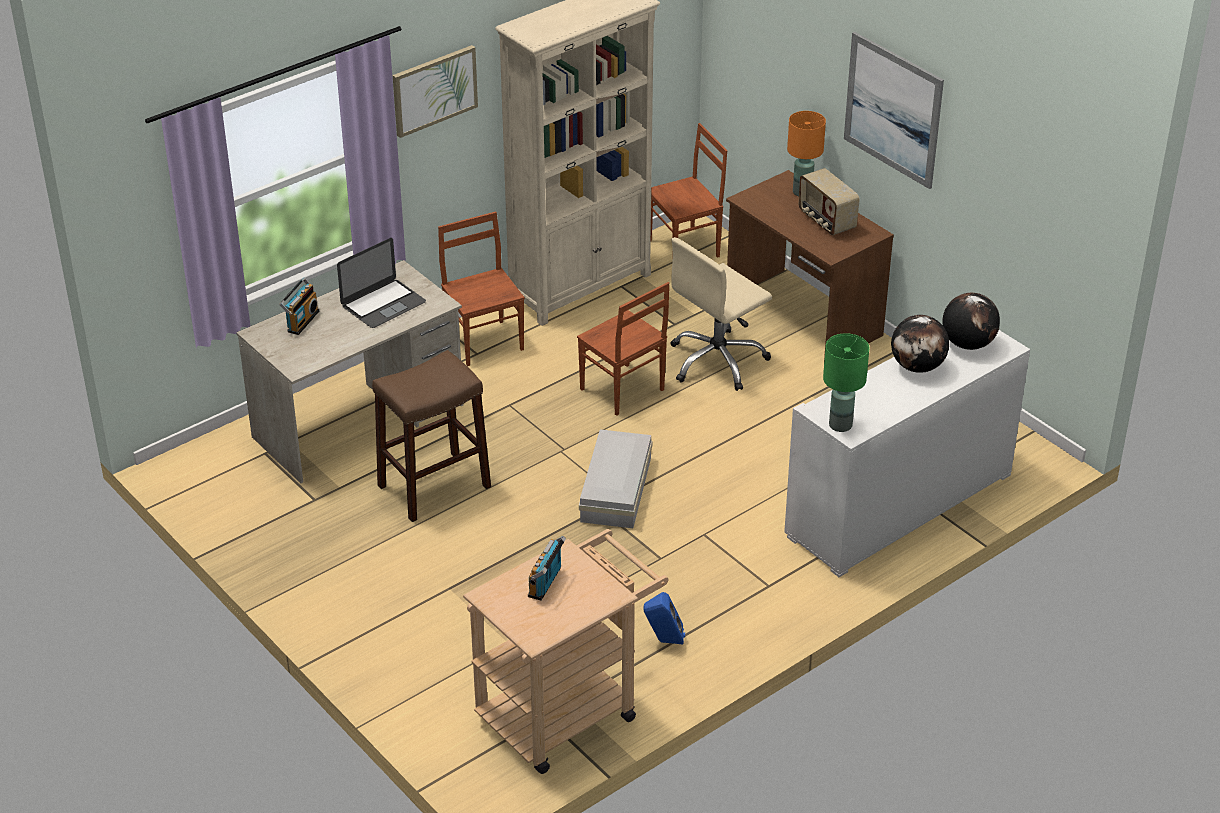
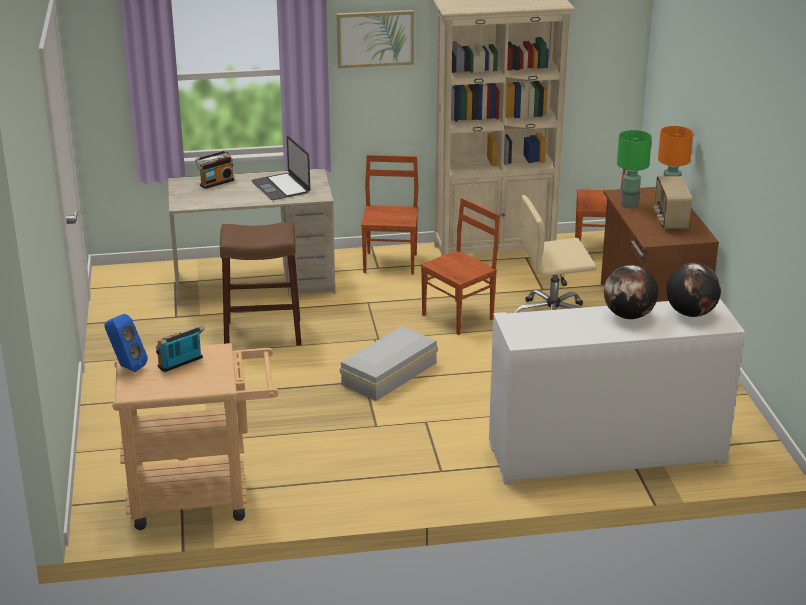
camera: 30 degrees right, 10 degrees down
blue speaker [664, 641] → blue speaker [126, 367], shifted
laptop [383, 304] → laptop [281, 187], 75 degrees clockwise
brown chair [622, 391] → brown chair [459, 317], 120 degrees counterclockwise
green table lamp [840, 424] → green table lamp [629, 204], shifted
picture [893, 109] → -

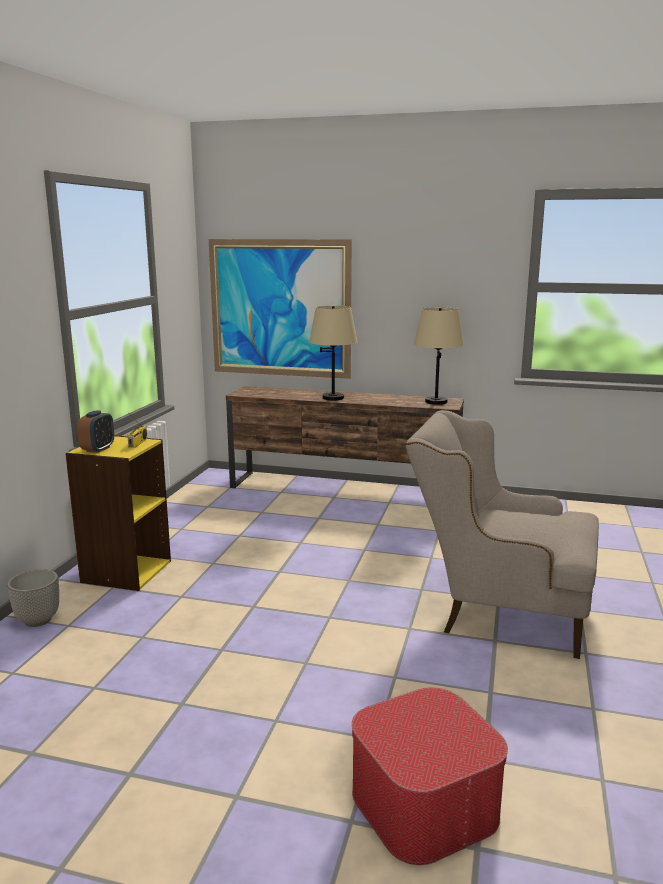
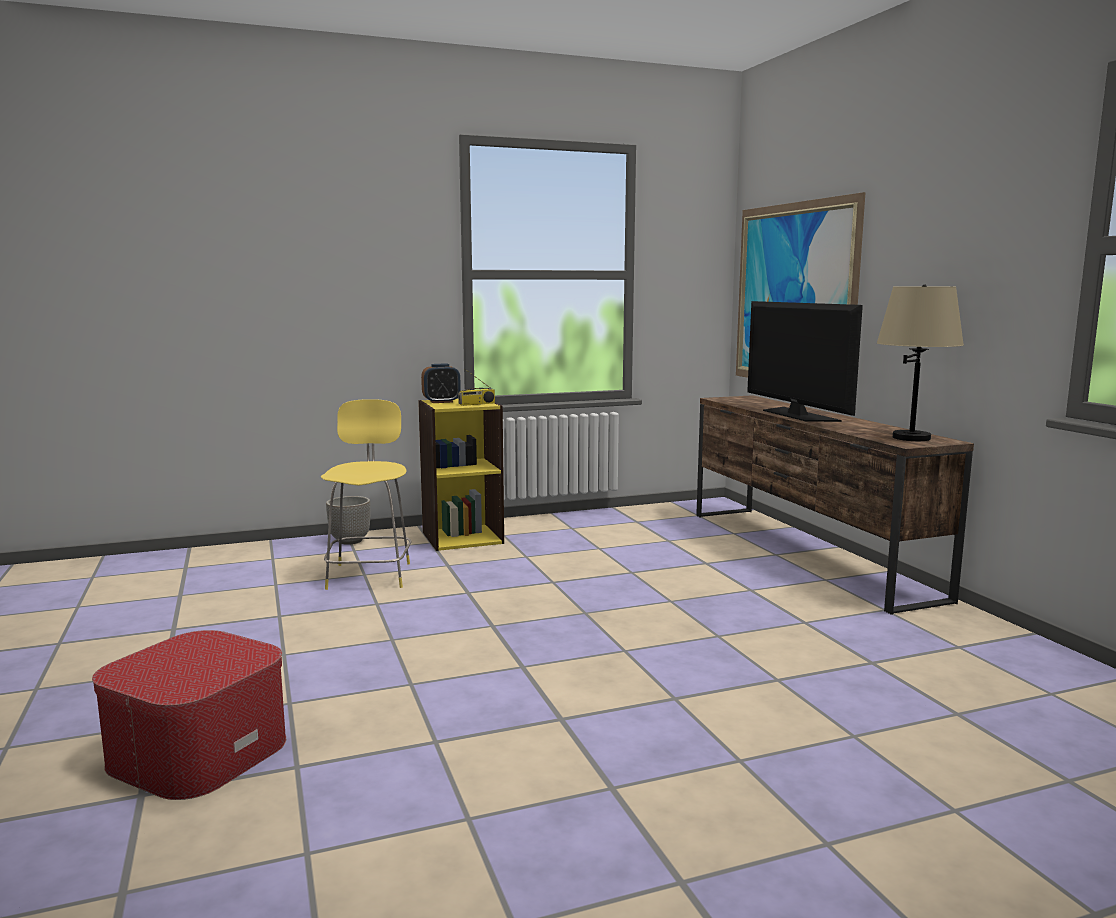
camera: 55 degrees right, 5 degrees down
- → yellow stool [370, 574]
beige table lamp [333, 398] → television [797, 415]
beige armchair [498, 611] → -

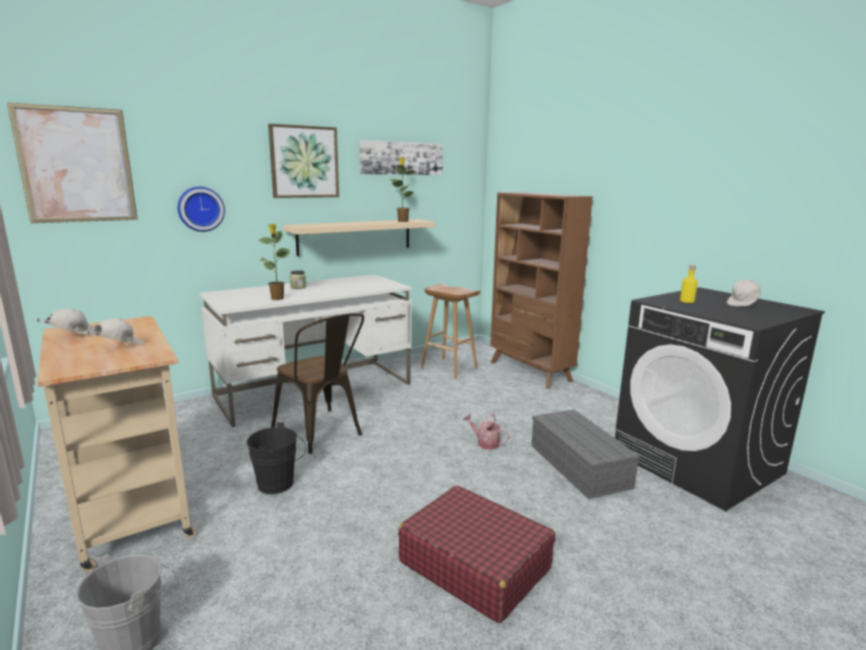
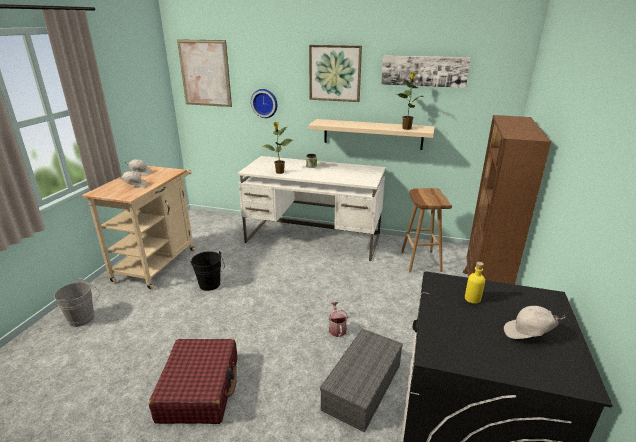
camera: 50 degrees right, 10 degrees up
brown chair [322, 433] → -

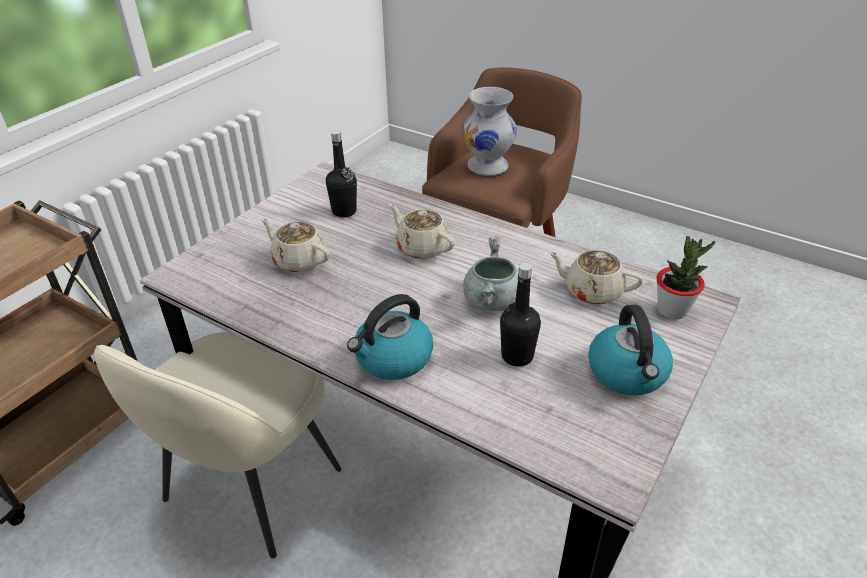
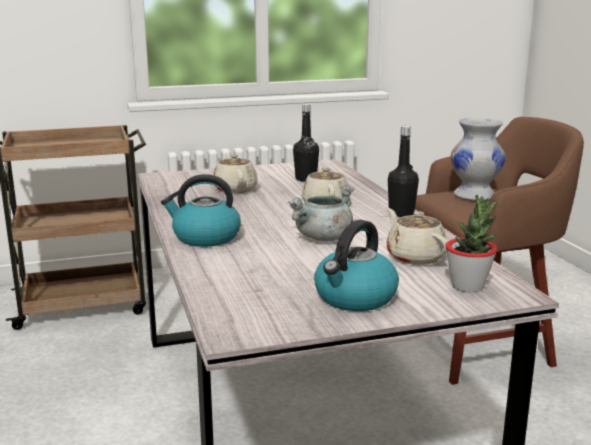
camera: 40 degrees right, 20 degrees down
black bottle [517, 356] → black bottle [401, 213], shifted
beige chair [249, 488] → -

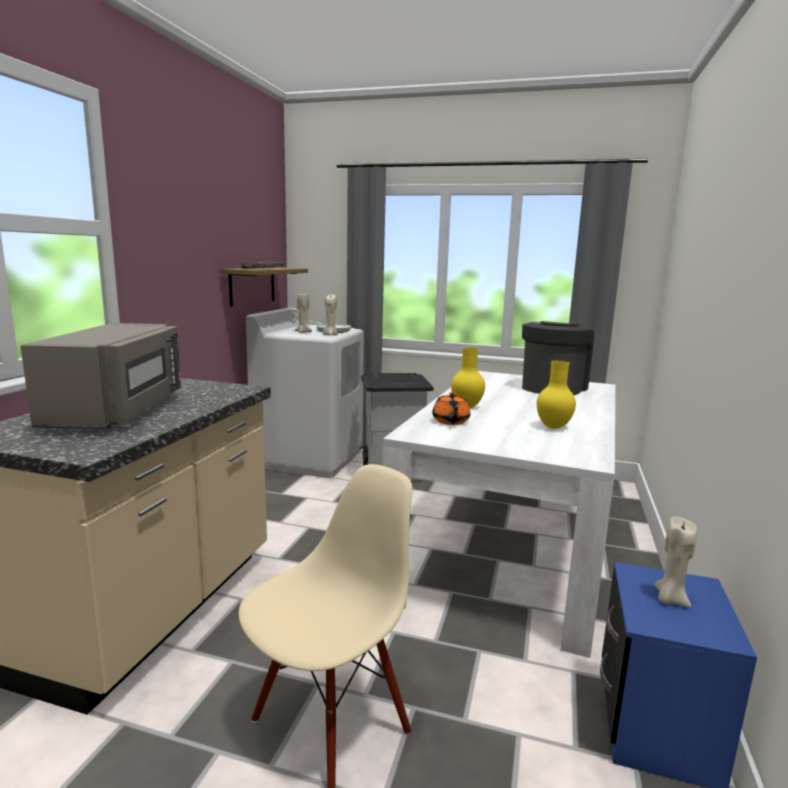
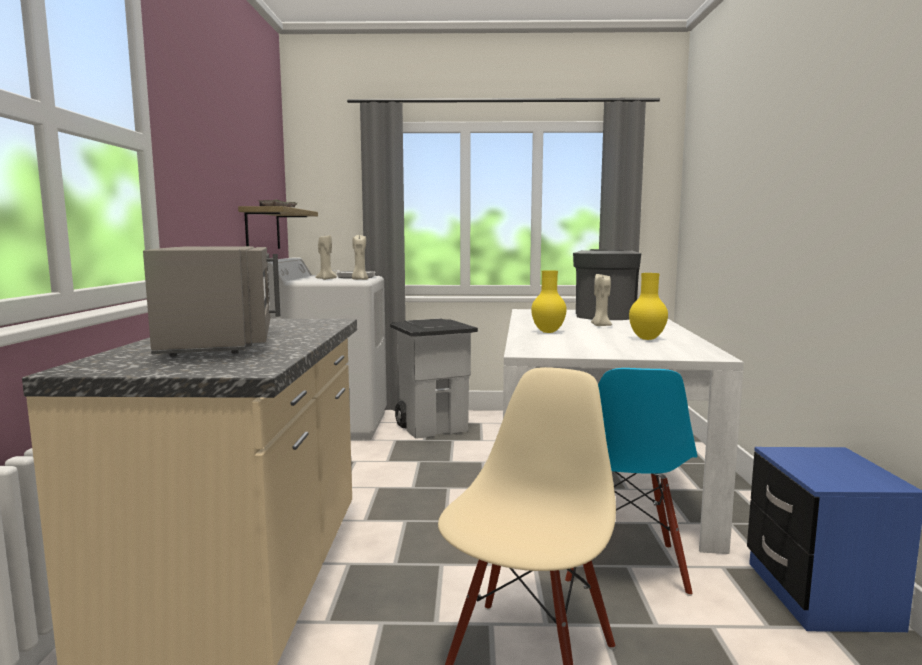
camera: 15 degrees left, 5 degrees down
- → blue chair [623, 565]
beige candle [670, 599] → beige candle [600, 326], shifted
orange teapot [450, 421] → -

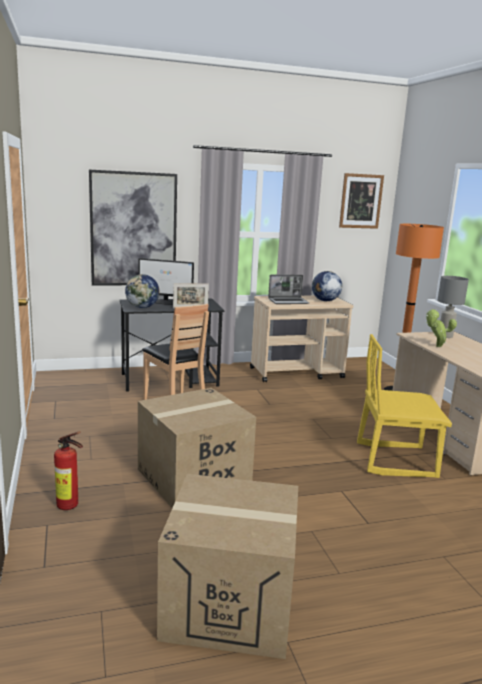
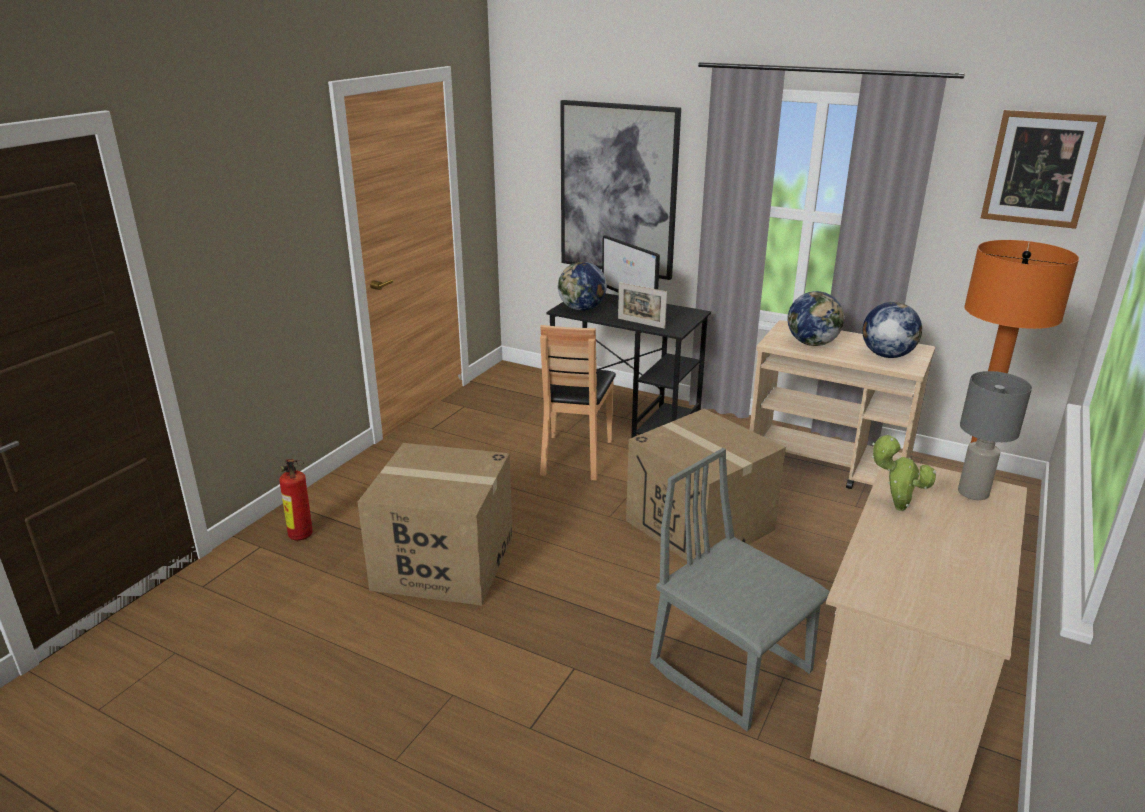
camera: 45 degrees right, 10 degrees up
cardboard box [230, 603] → cardboard box [700, 525], shifted
yellow chair [395, 460] → grey chair [731, 668]
laptop [288, 301] → globe [812, 343]

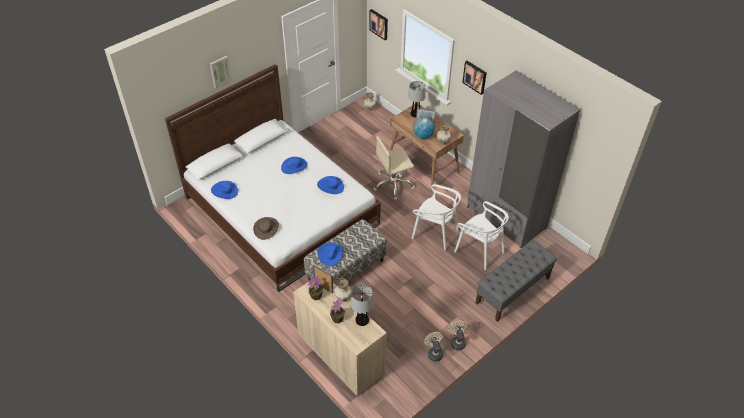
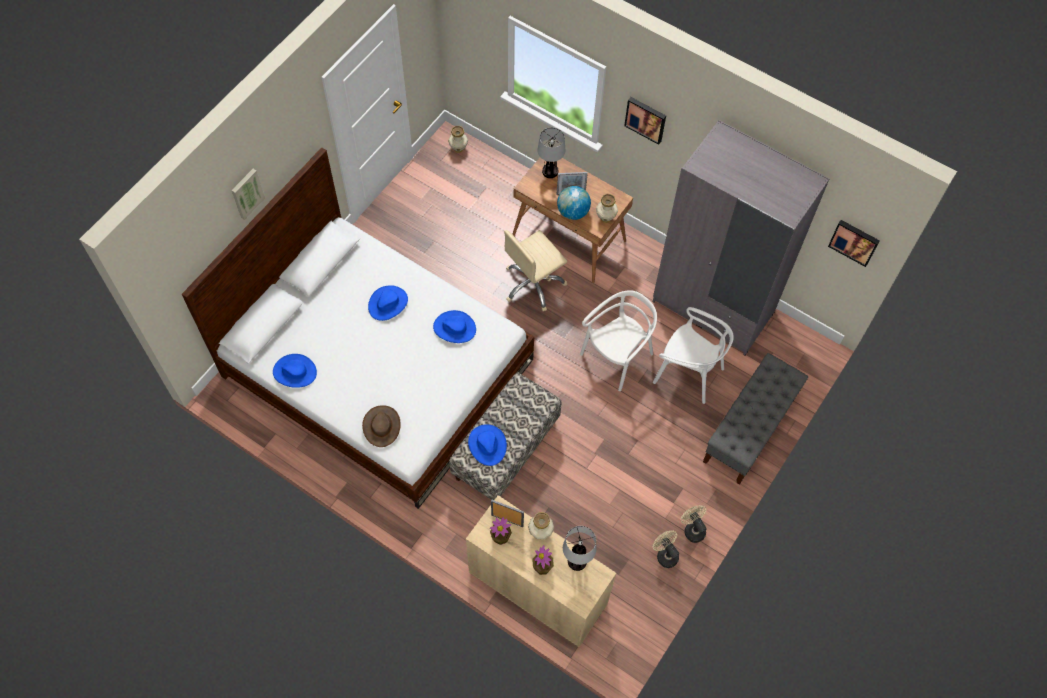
camera: 15 degrees left, 15 degrees up
white chair [435, 233] → white chair [617, 357], 60 degrees counterclockwise
picture [379, 24] → picture [854, 241], shifted

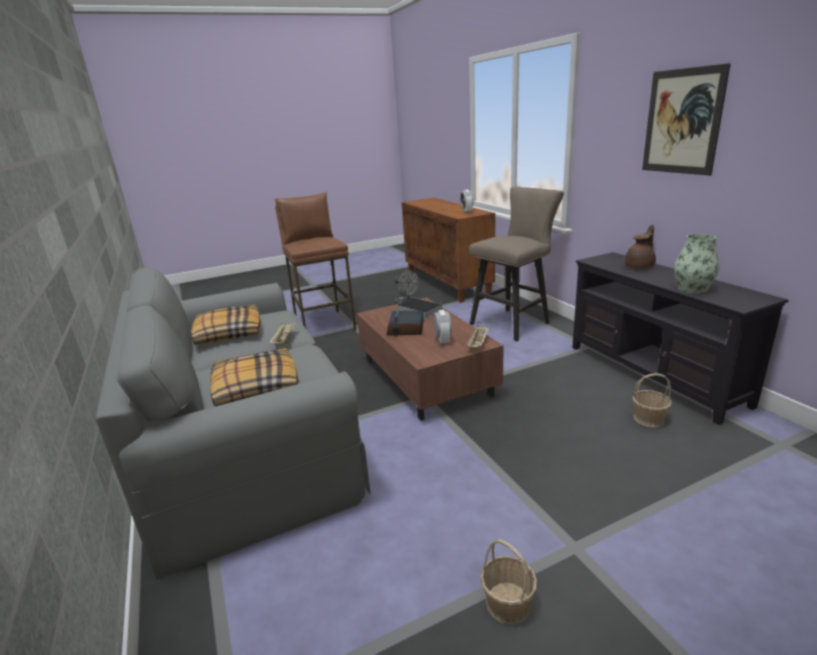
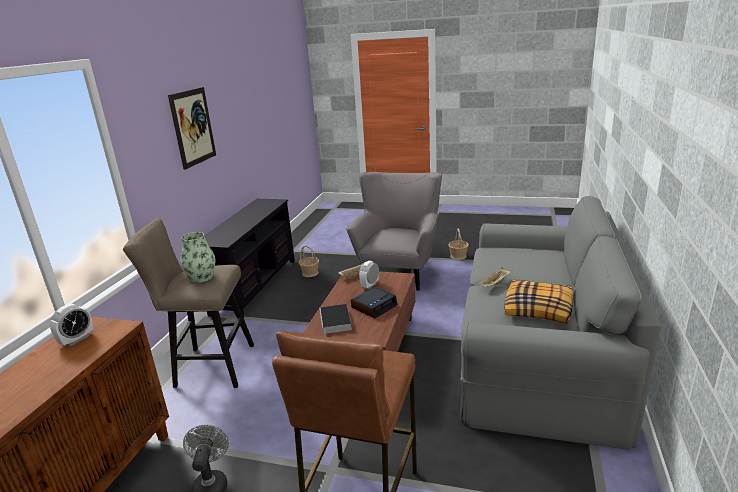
camera: 140 degrees left, 0 degrees up
vase [692, 289] → vase [201, 277], shifted
- → grey armchair [399, 271]
pillow [255, 388] → -
brown teapot [640, 266] → -

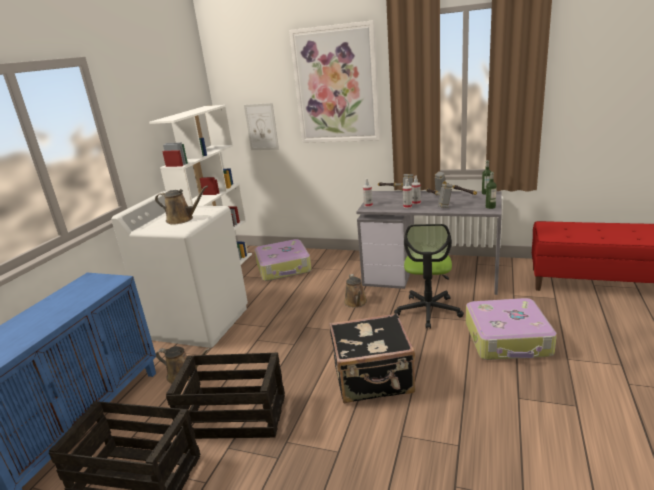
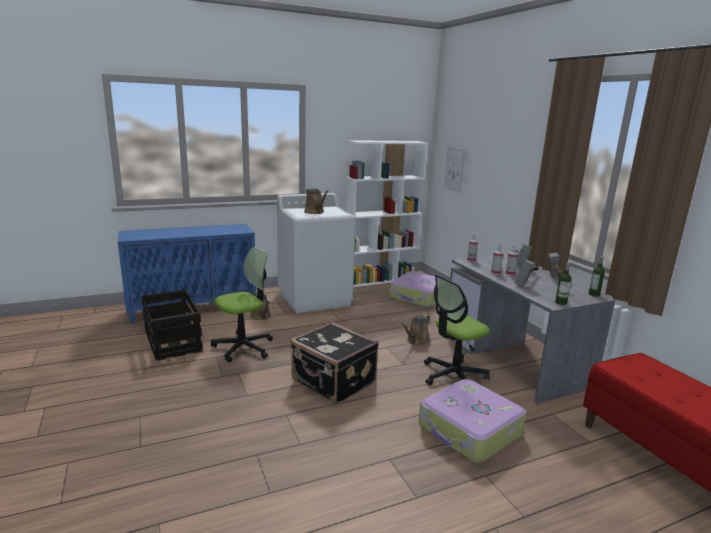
camera: 45 degrees right, 5 degrees down
crate [235, 416] → office chair [243, 347]
picture [336, 85] → -

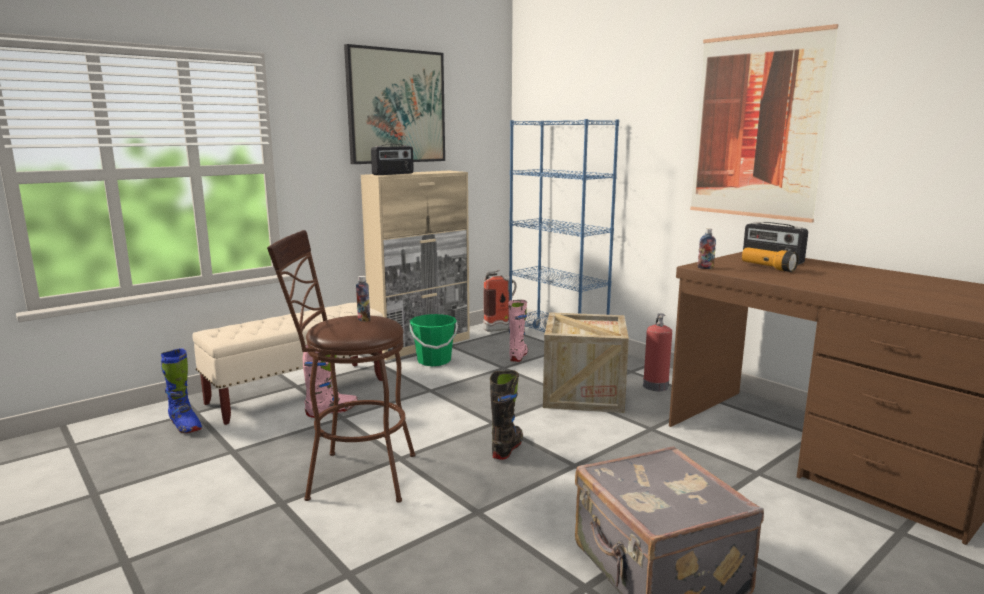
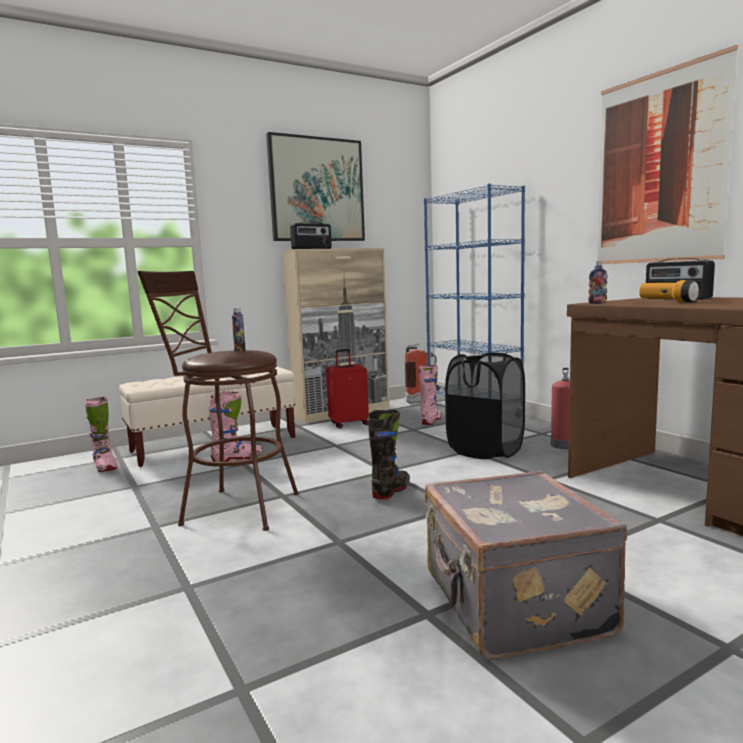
camera: 10 degrees right, 5 degrees down
blue boot [185, 426] → pink boot [105, 467]
green bucket [434, 361] → red suitcase [349, 424]
crate [583, 394] → black laundry basket [485, 450]

